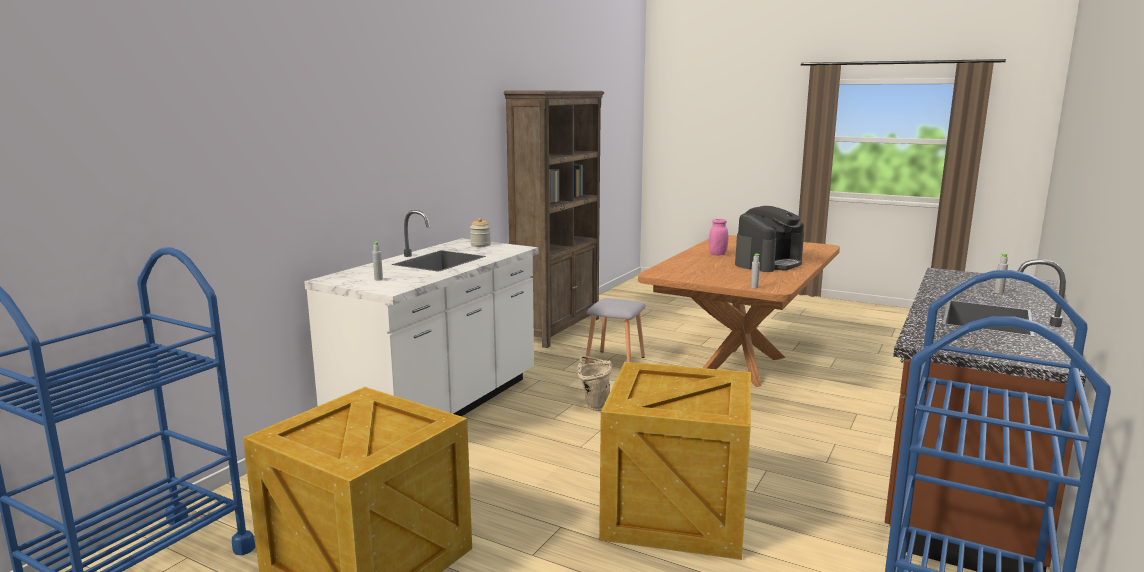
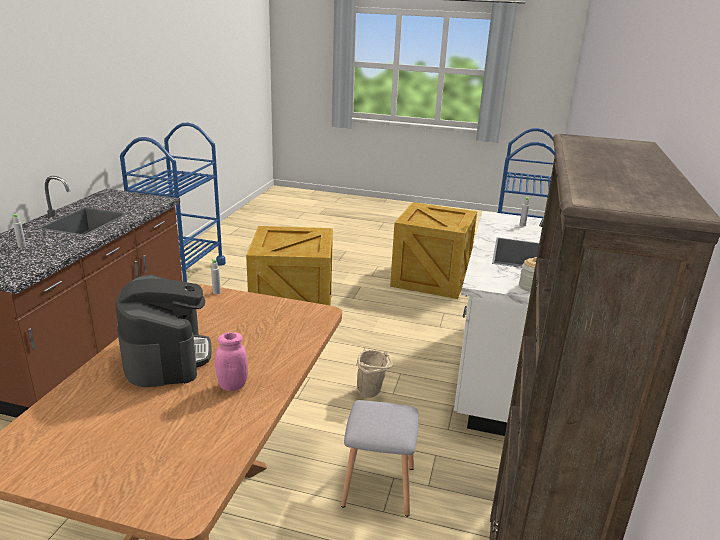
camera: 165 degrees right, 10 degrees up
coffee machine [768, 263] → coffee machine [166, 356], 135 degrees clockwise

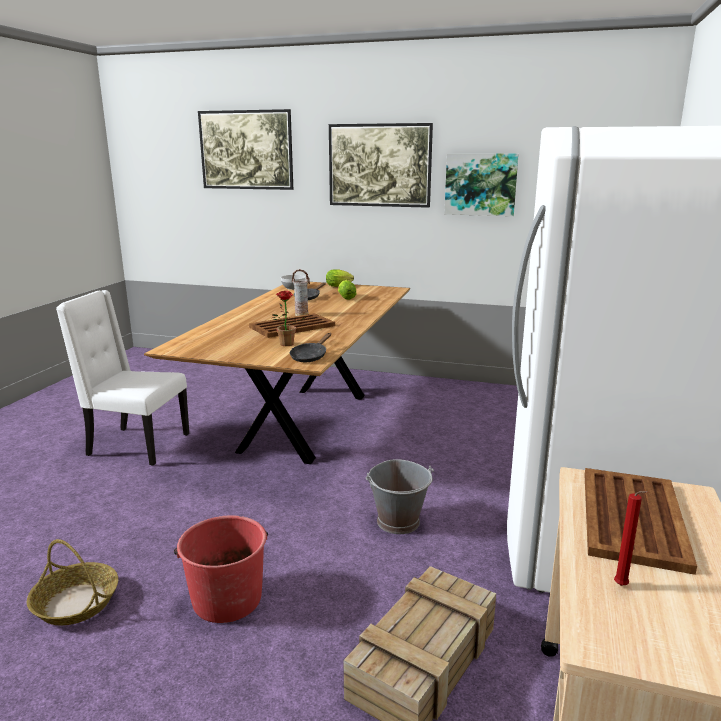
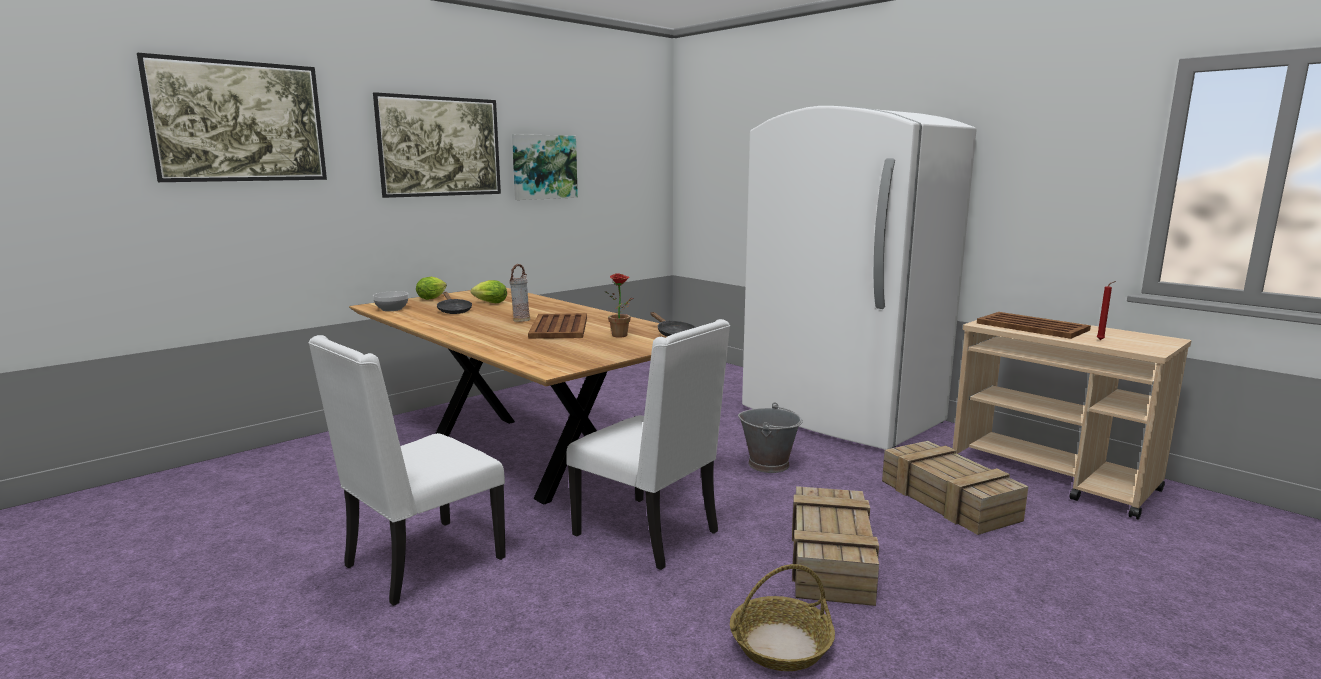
camera: 60 degrees left, 5 degrees down
- → white chair [650, 534]
red bucket [227, 598] → crate [829, 557]

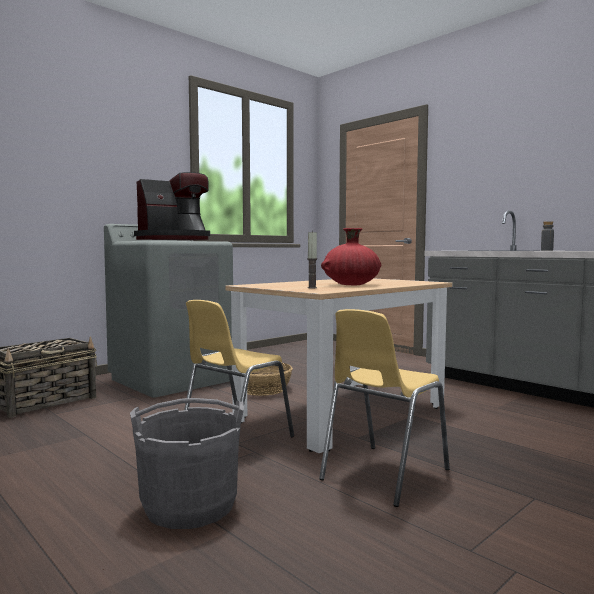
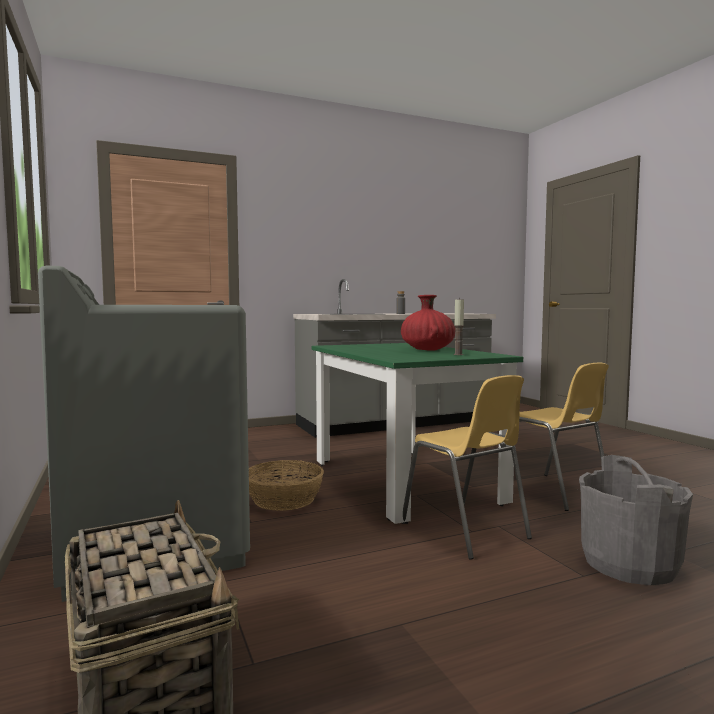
camera: 70 degrees left, 0 degrees up
beige dining table [342, 413] → green dining table [403, 481]
coffee machine [175, 240] → -

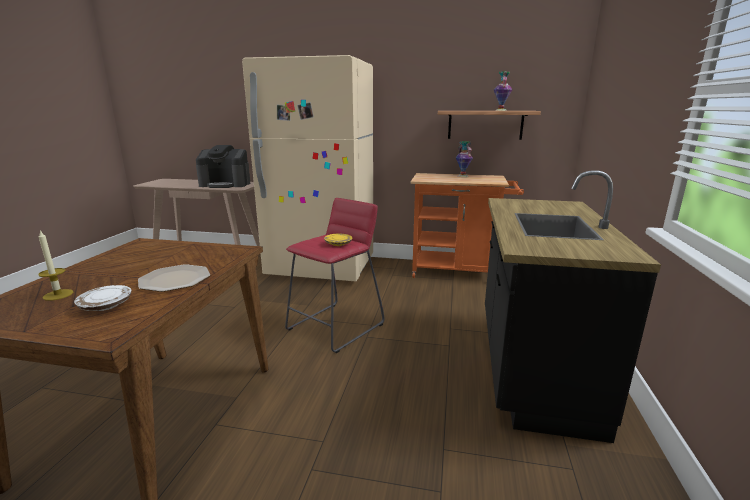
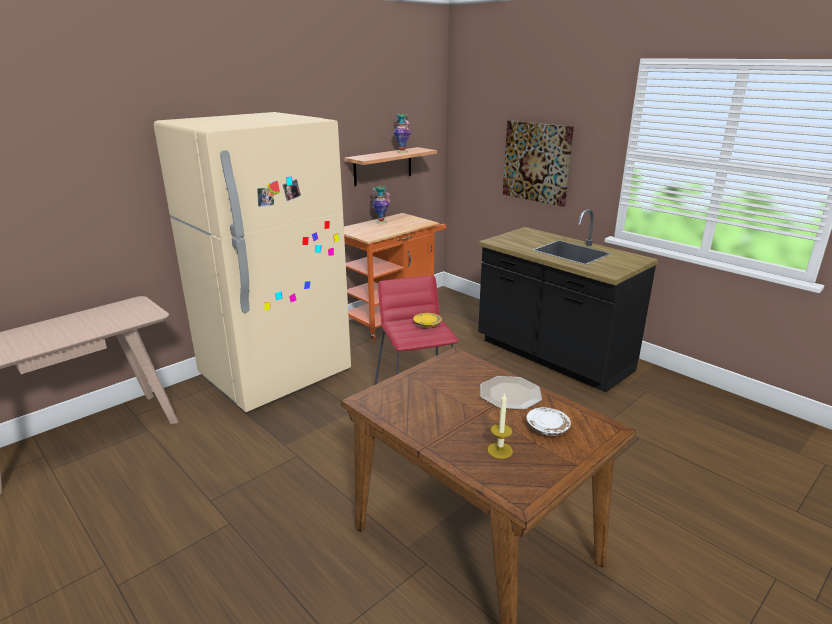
camera: 55 degrees left, 5 degrees up
- → picture [537, 162]
coffee machine [225, 184] → -

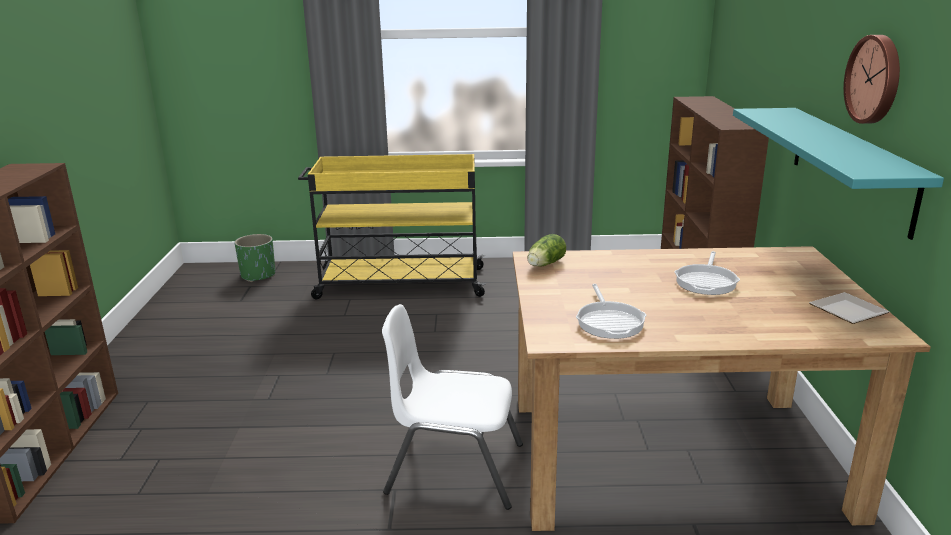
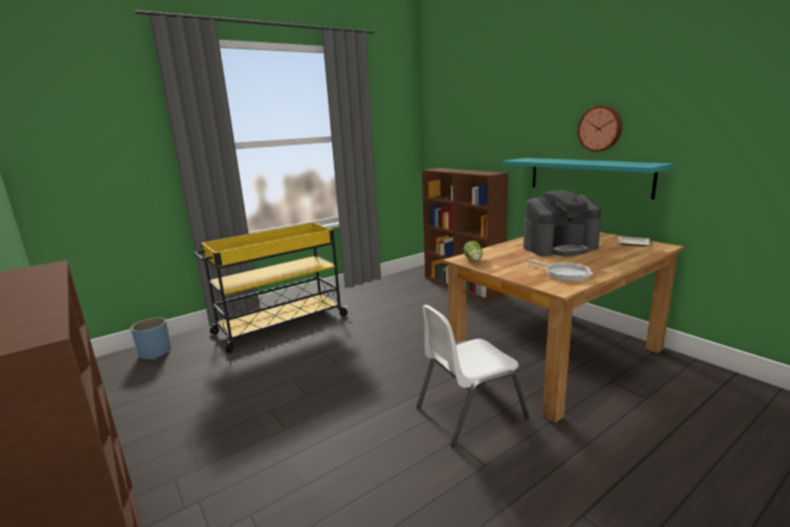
camera: 35 degrees left, 5 degrees down
green planter [258, 275] → blue planter [155, 353]
frying pan [706, 281] → coffee machine [559, 247]

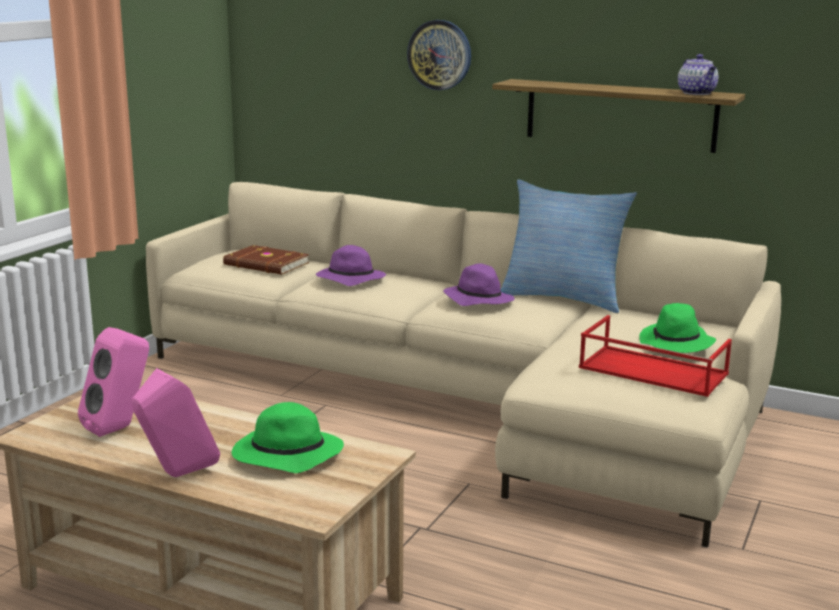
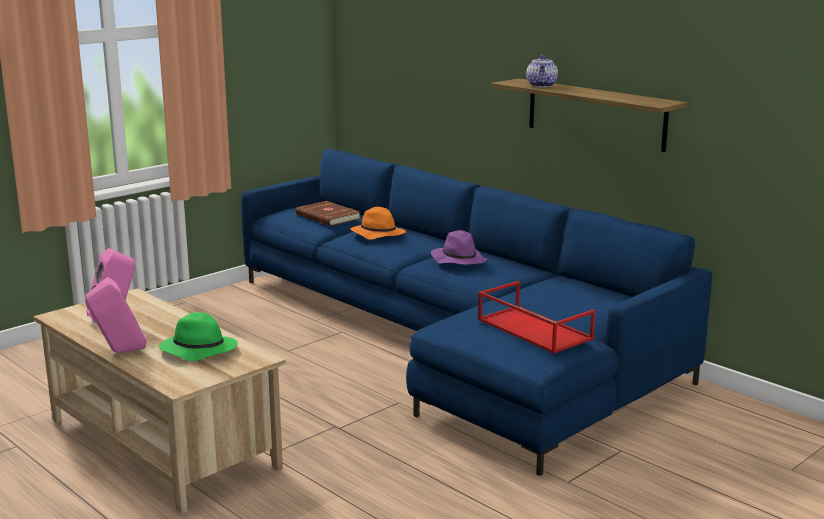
camera: 20 degrees right, 0 degrees up
beige sofa [465, 399] → blue sofa [452, 341]
purple hat [349, 279] → orange hat [377, 234]
teapot [697, 93] → teapot [542, 85], shifted
wall clock [439, 55] → -
pillow [563, 298] → -
green hat [676, 343] → -

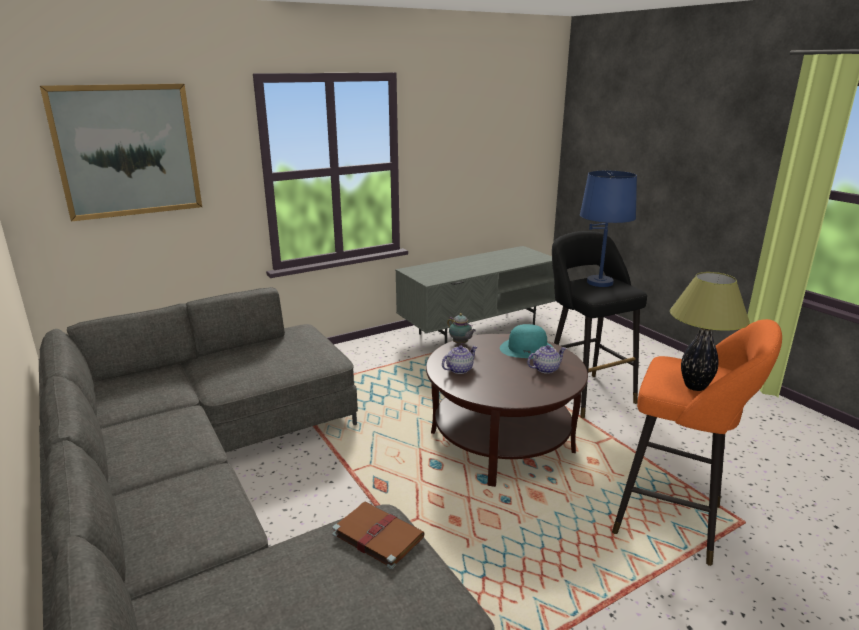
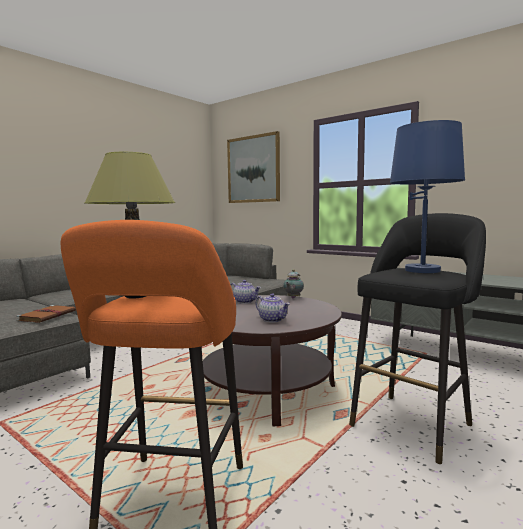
camera: 70 degrees right, 15 degrees down
turquoise hat [527, 349] → -

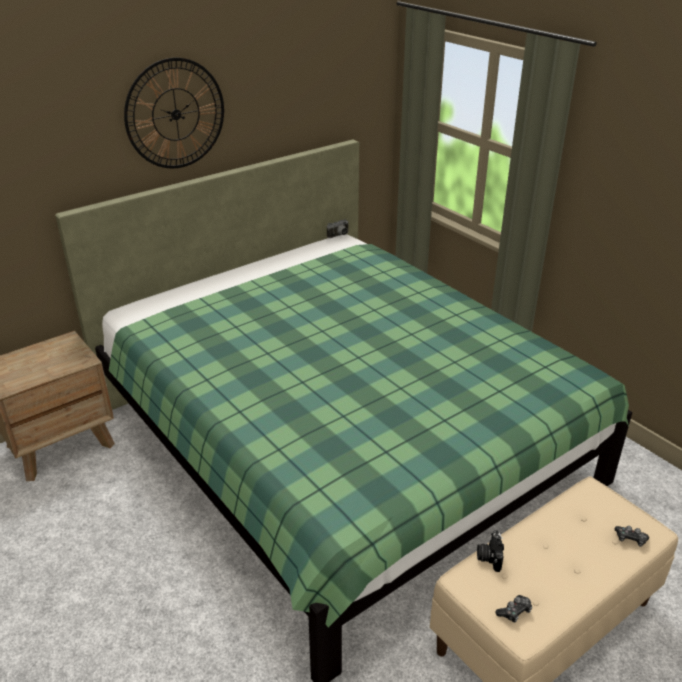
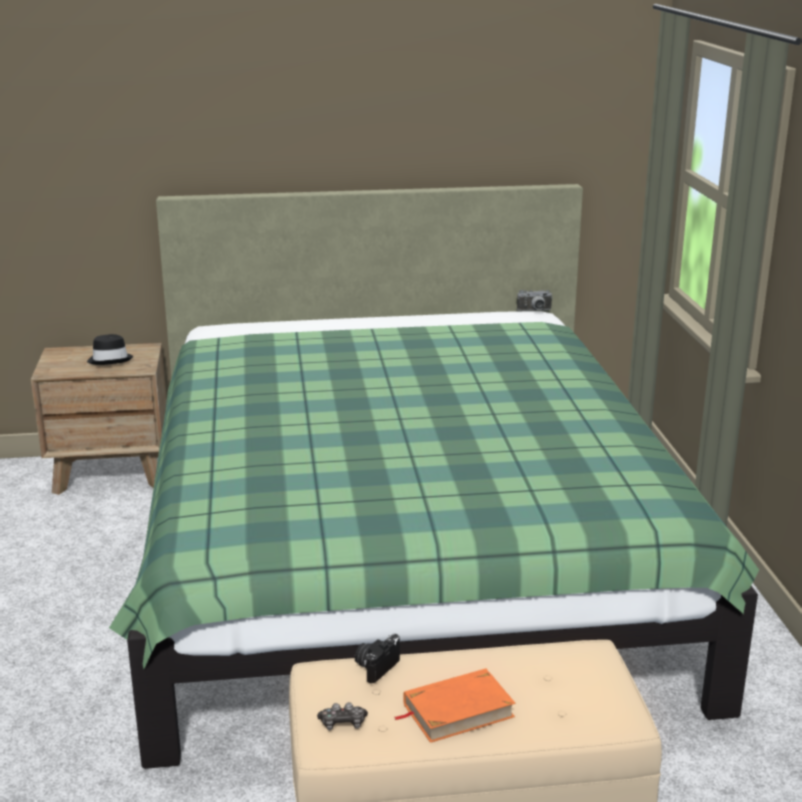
camera: 30 degrees right, 10 degrees down
- → black hat [110, 360]
- → orange book [457, 710]
wall clock [175, 114] → -
game controller [630, 539] → -

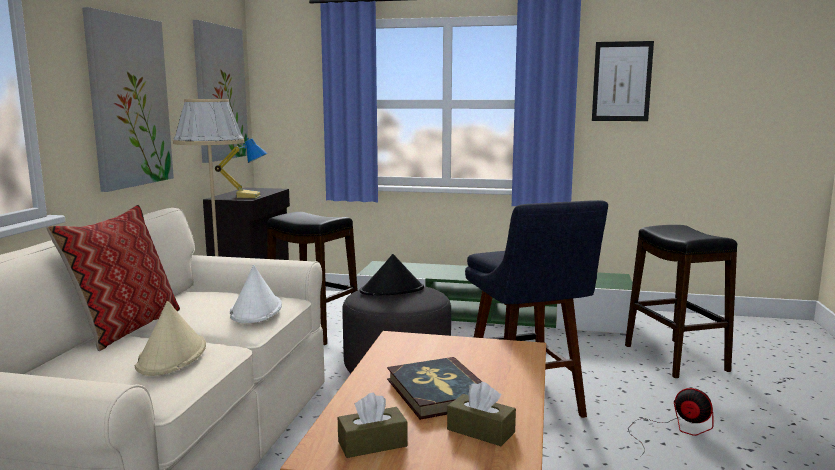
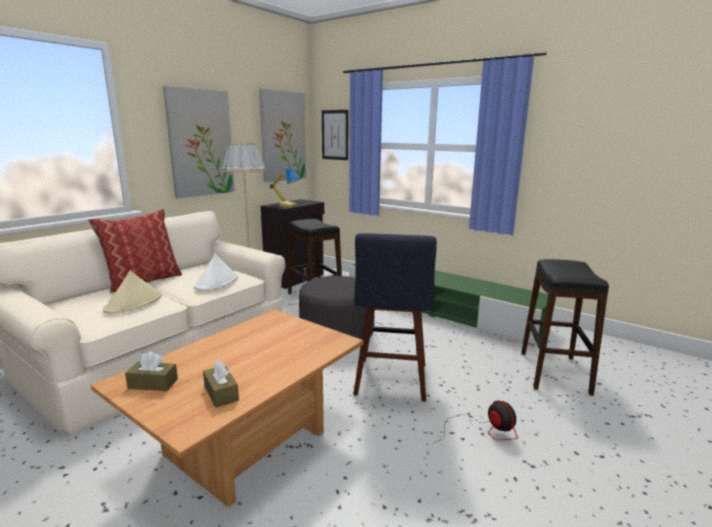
camera: 25 degrees right, 5 degrees up
picture [622, 81] → picture [335, 135], shifted
black hat [392, 290] → -
book [438, 392] → -

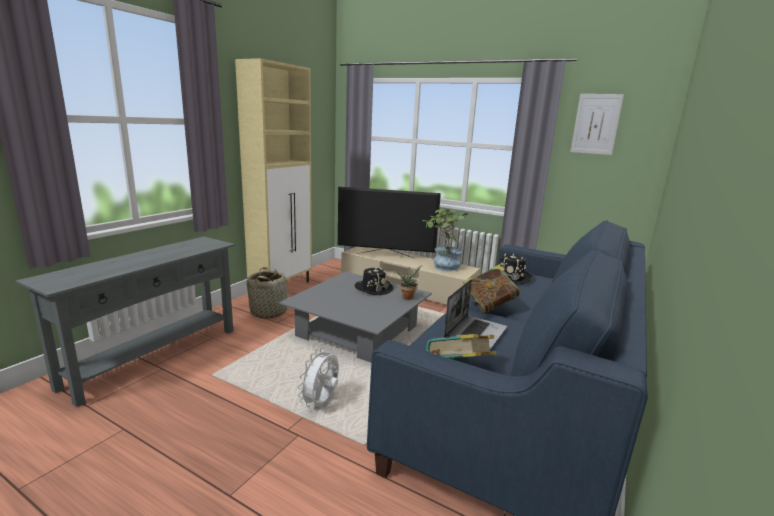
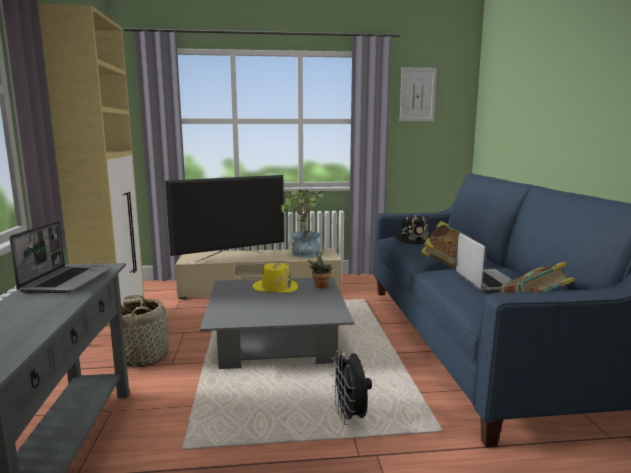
camera: 35 degrees left, 5 degrees down
- → laptop [66, 280]
black hat [373, 288] → yellow hat [275, 287]
white fan [321, 403] → black fan [350, 417]

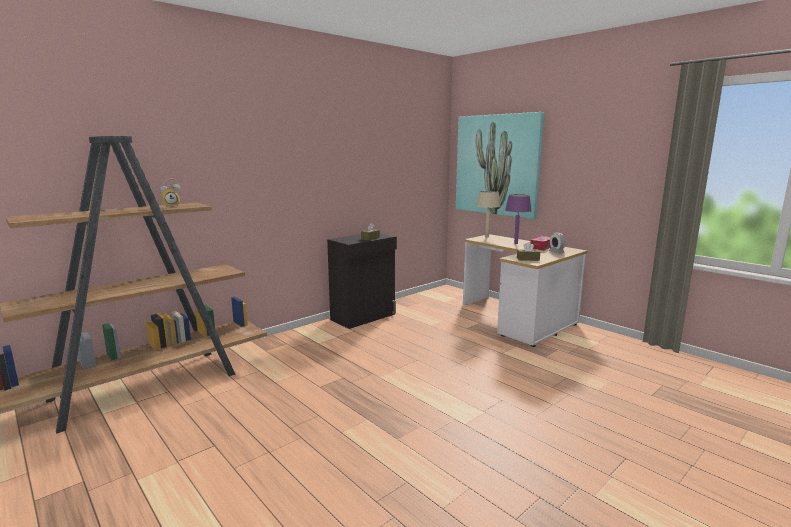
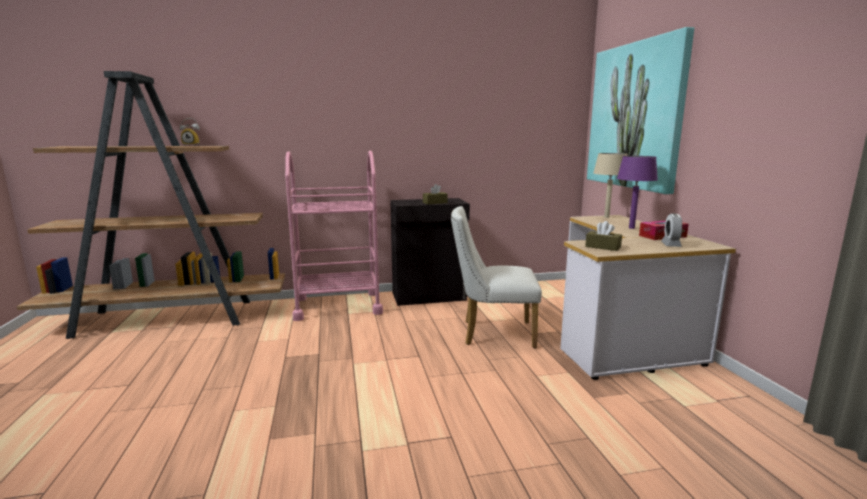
camera: 30 degrees right, 0 degrees up
- → pink cart [338, 306]
- → white chair [492, 333]

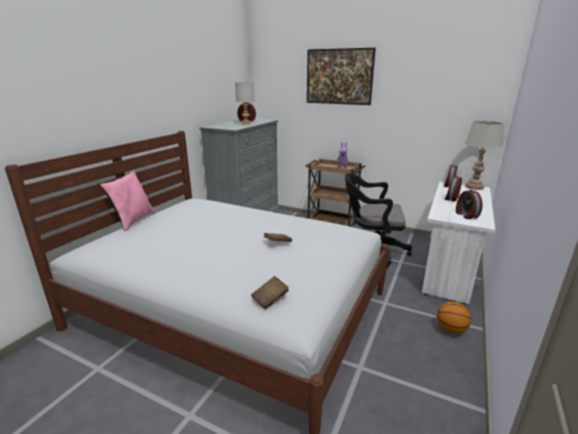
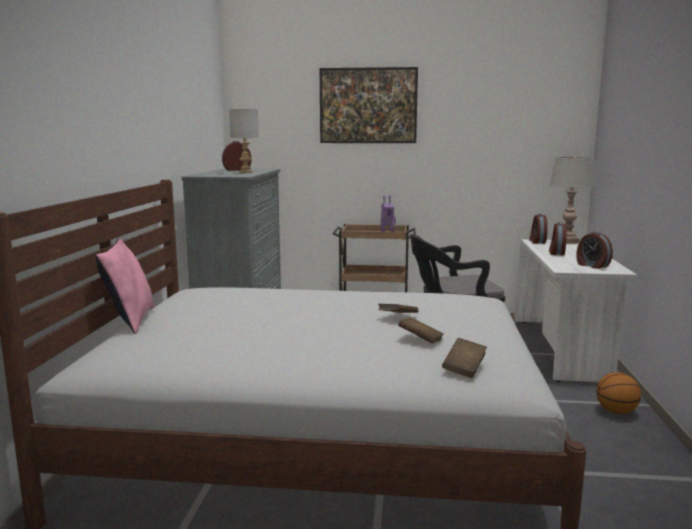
camera: 20 degrees left, 10 degrees down
- → brown book [420, 340]

